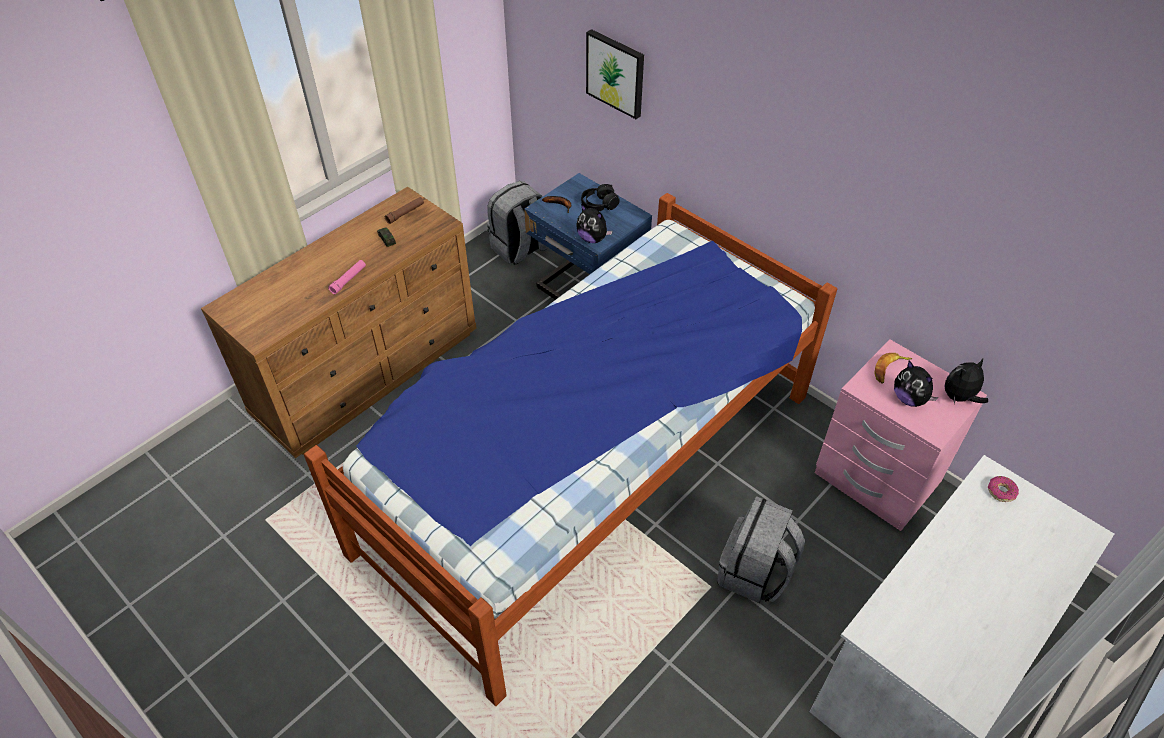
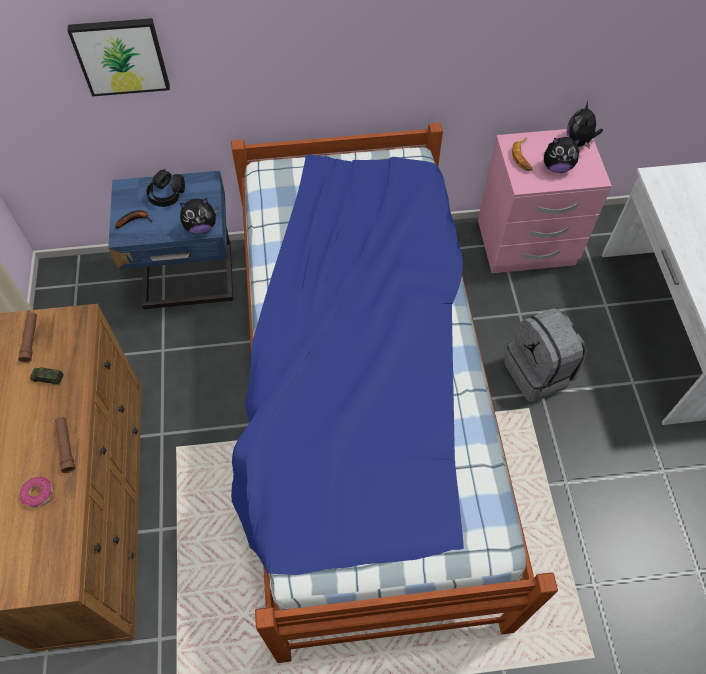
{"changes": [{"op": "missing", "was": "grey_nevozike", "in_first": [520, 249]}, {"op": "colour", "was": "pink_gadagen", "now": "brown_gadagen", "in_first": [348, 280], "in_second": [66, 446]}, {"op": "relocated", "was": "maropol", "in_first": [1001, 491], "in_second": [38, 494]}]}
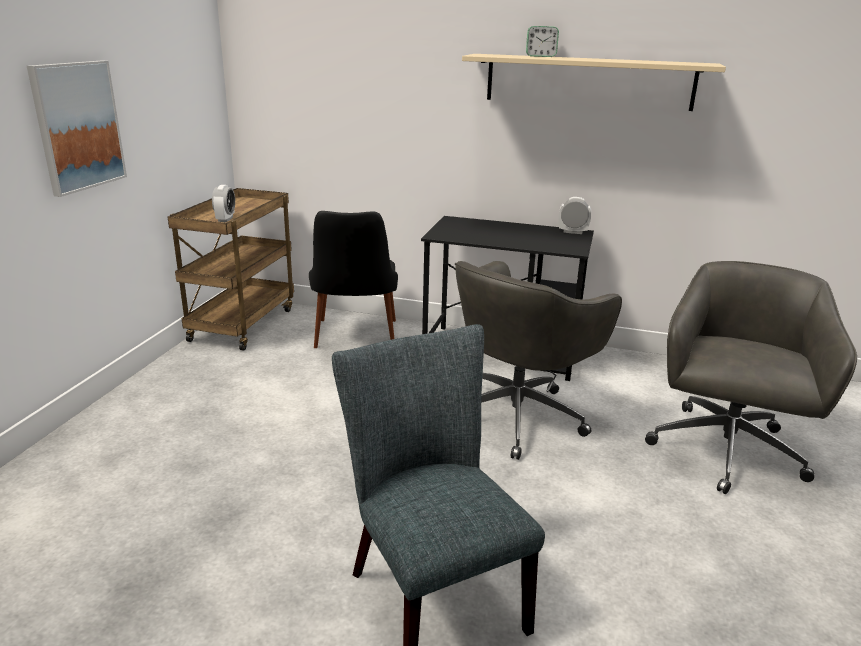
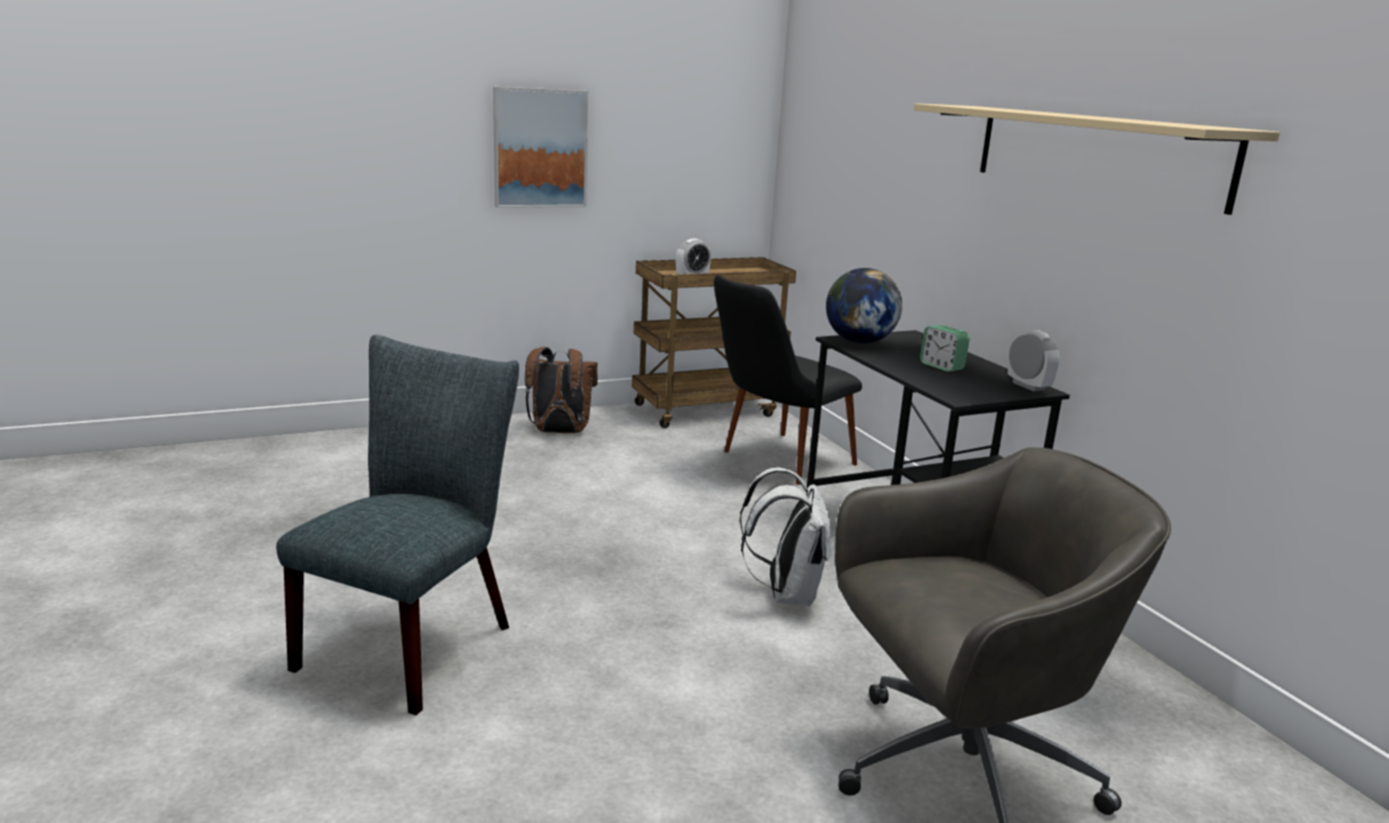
{"changes": [{"op": "relocated", "was": "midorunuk", "in_first": [540, 56], "in_second": [941, 367]}, {"op": "exchanged", "was": "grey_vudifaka", "now": "white_nevozike", "in_first": [518, 415], "in_second": [786, 594]}, {"op": "appeared", "now": "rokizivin", "in_second": [859, 342]}, {"op": "appeared", "now": "brown_nevozike", "in_second": [558, 432]}]}
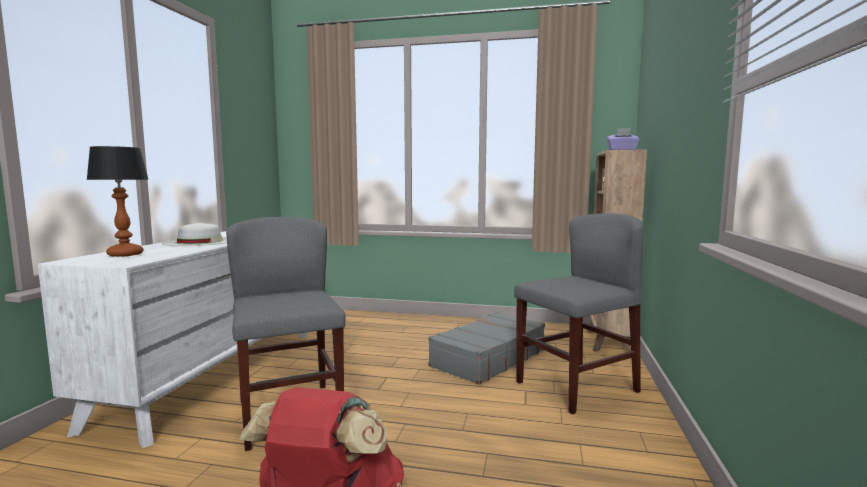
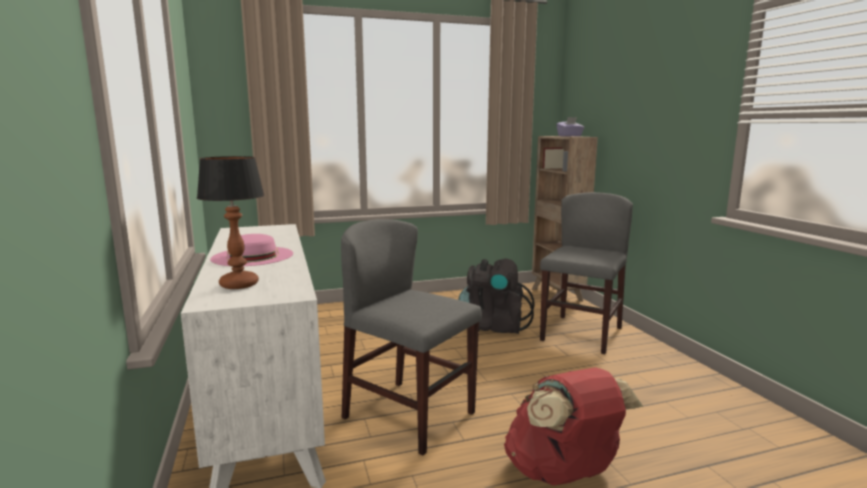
{"changes": [{"op": "colour", "was": "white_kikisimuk", "now": "pink_kikisimuk", "in_first": [200, 241], "in_second": [252, 256]}, {"op": "exchanged", "was": "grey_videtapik", "now": "black_nevozike", "in_first": [487, 358], "in_second": [493, 326]}]}
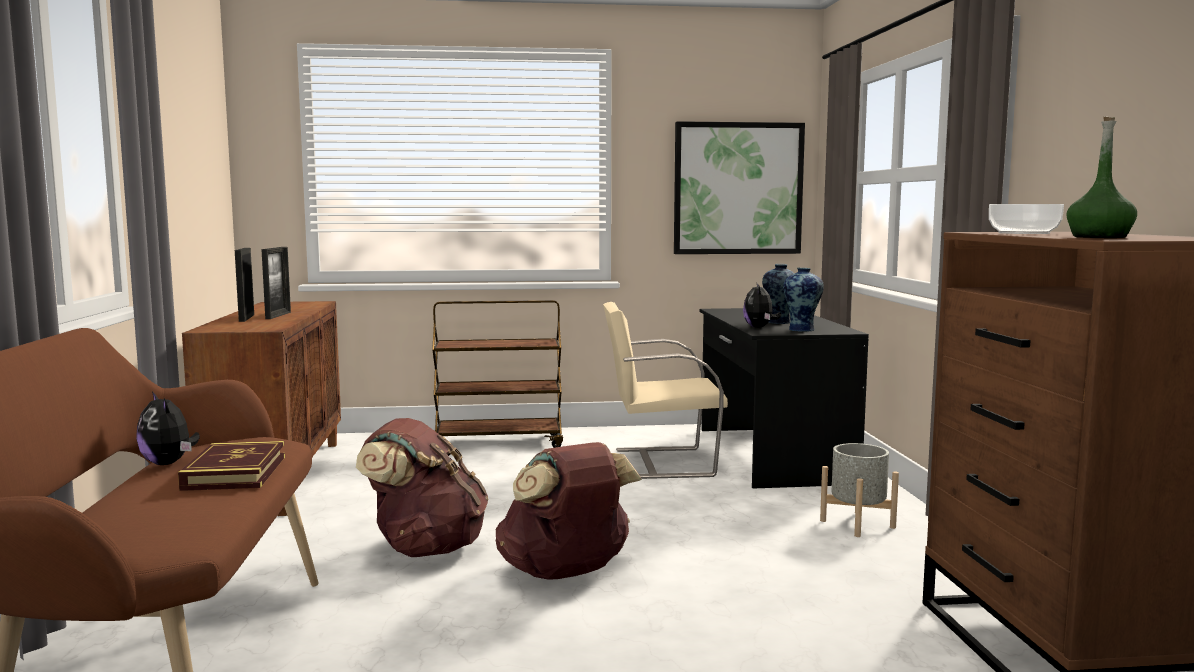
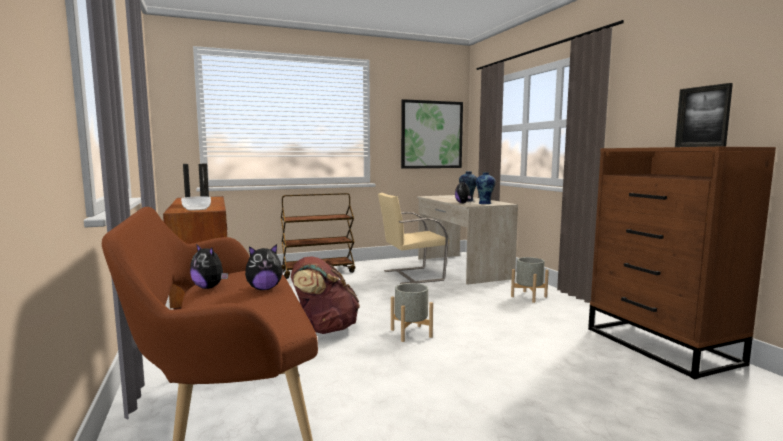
{"changes": [{"op": "exchanged", "was": "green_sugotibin", "now": "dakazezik", "in_first": [1099, 237], "in_second": [699, 146]}, {"op": "relocated", "was": "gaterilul", "in_first": [1024, 233], "in_second": [197, 209]}, {"op": "colour", "was": "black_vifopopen", "now": "beige_vifopopen", "in_first": [770, 454], "in_second": [461, 268]}, {"op": "exchanged", "was": "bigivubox", "now": "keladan", "in_first": [235, 473], "in_second": [264, 289]}, {"op": "exchanged", "was": "brown_nevozike", "now": "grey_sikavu", "in_first": [566, 573], "in_second": [411, 333]}]}
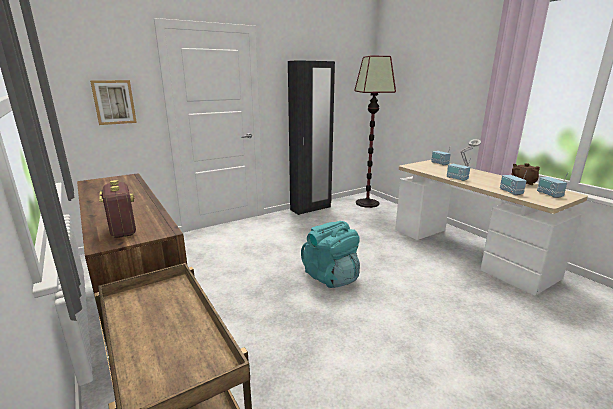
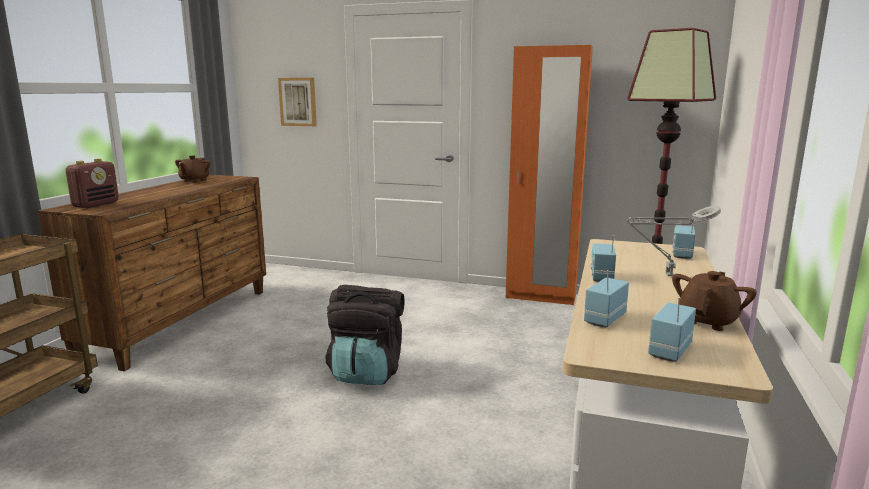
{"changes": [{"op": "colour", "was": "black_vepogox", "now": "orange_vepogox", "in_first": [311, 208], "in_second": [540, 297]}, {"op": "colour", "was": "turquoise_nevozike", "now": "black_nevozike", "in_first": [331, 277], "in_second": [367, 372]}, {"op": "appeared", "now": "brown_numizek", "in_second": [194, 181]}]}
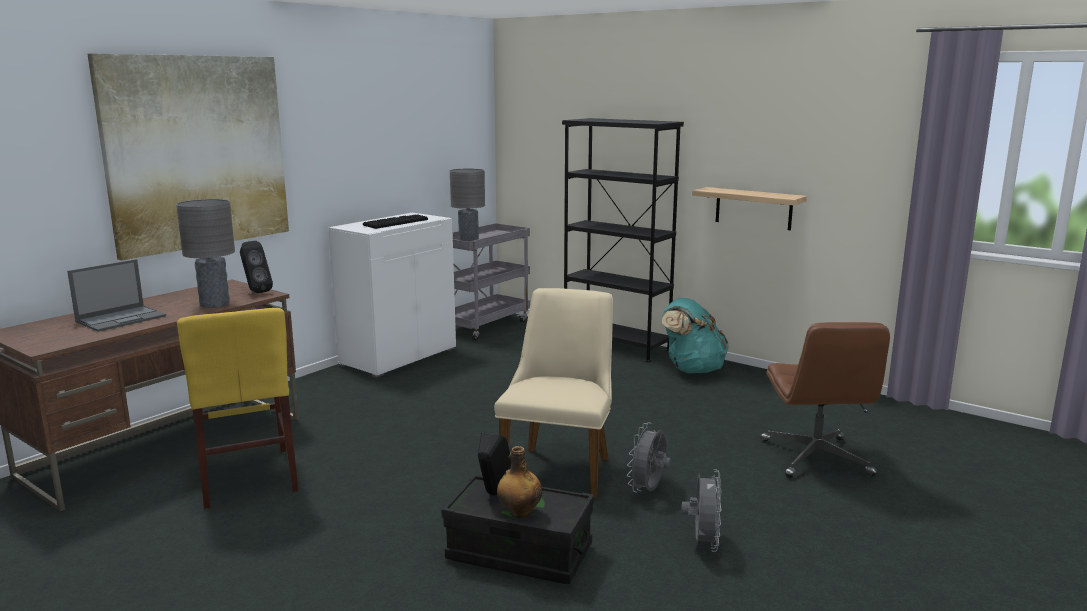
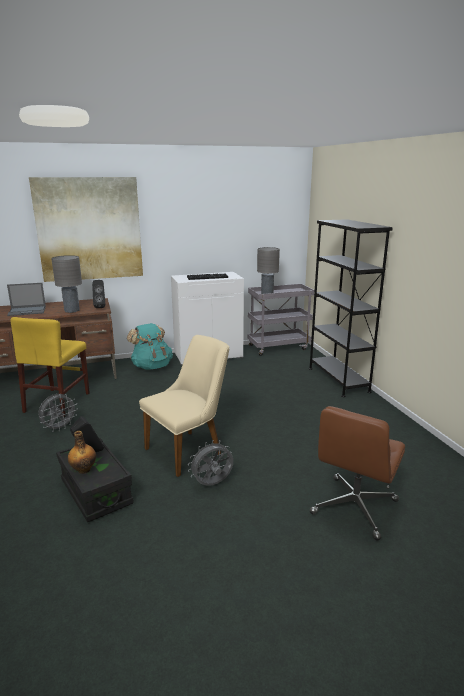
{"changes": [{"op": "missing", "was": "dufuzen", "in_first": [753, 208]}, {"op": "relocated", "was": "turquoise_nevozike", "in_first": [692, 369], "in_second": [152, 366]}, {"op": "relocated", "was": "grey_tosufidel", "in_first": [702, 544], "in_second": [59, 428]}]}
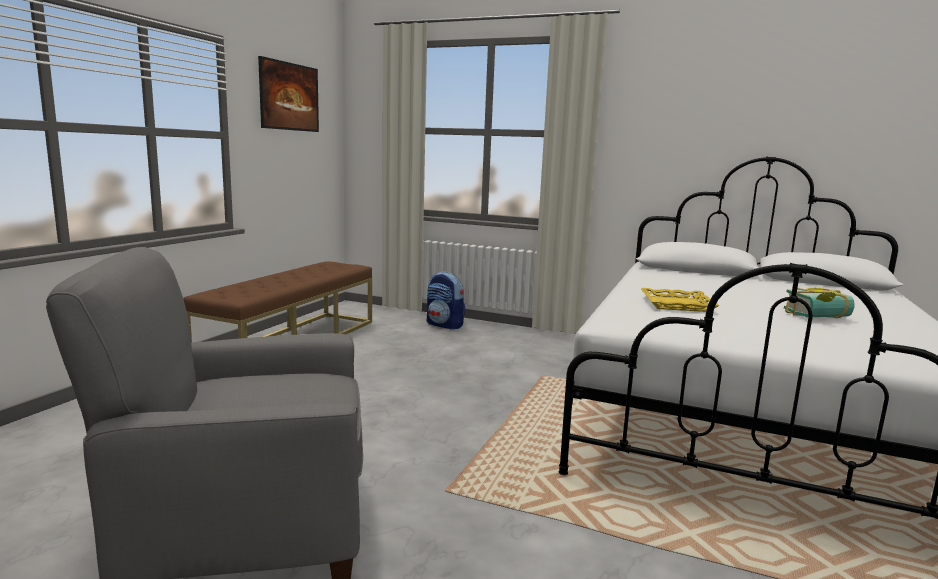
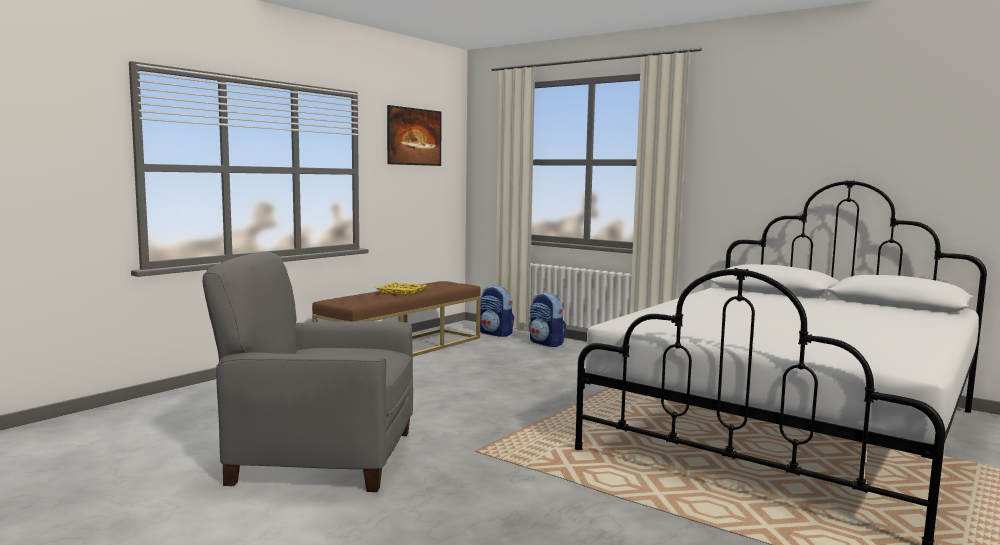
{"changes": [{"op": "relocated", "was": "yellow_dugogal", "in_first": [677, 305], "in_second": [401, 291]}, {"op": "missing", "was": "bigivubox", "in_first": [820, 317]}, {"op": "appeared", "now": "nevozike", "in_second": [496, 333]}]}
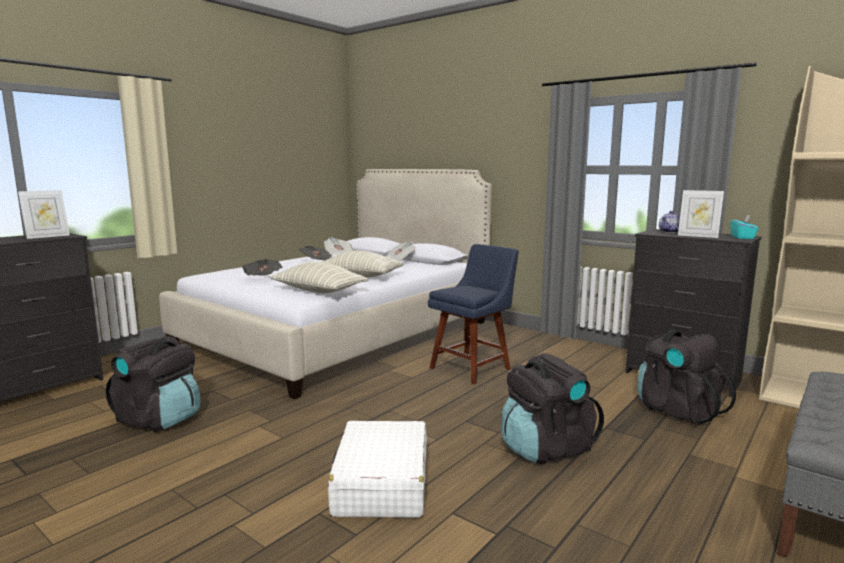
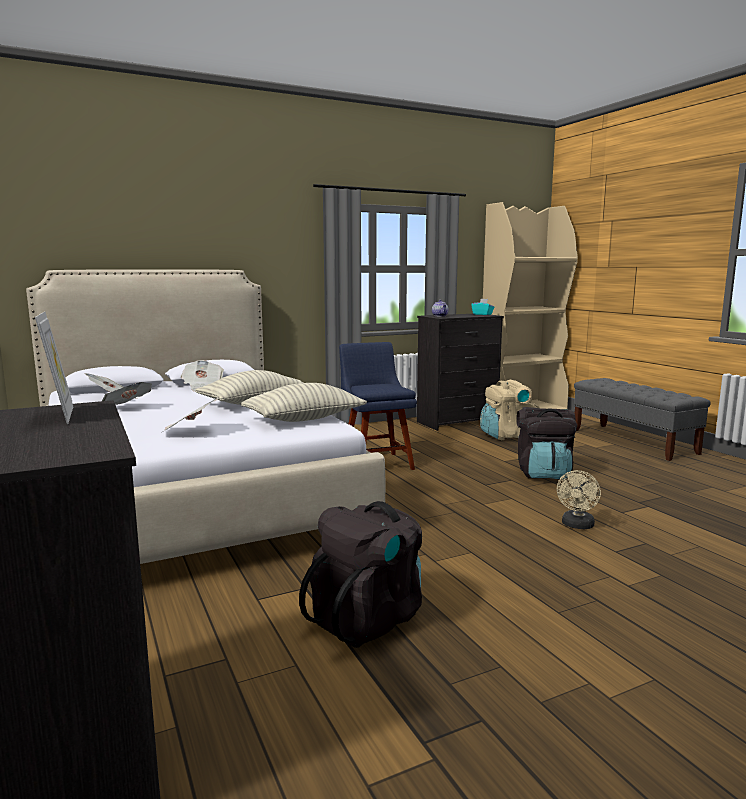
{"changes": [{"op": "missing", "was": "dakazezik", "in_first": [698, 236]}, {"op": "colour", "was": "black_nevozike", "now": "beige_nevozike", "in_first": [677, 410], "in_second": [508, 435]}, {"op": "exchanged", "was": "white_videtapik", "now": "beige_tosufidel", "in_first": [381, 484], "in_second": [577, 526]}]}
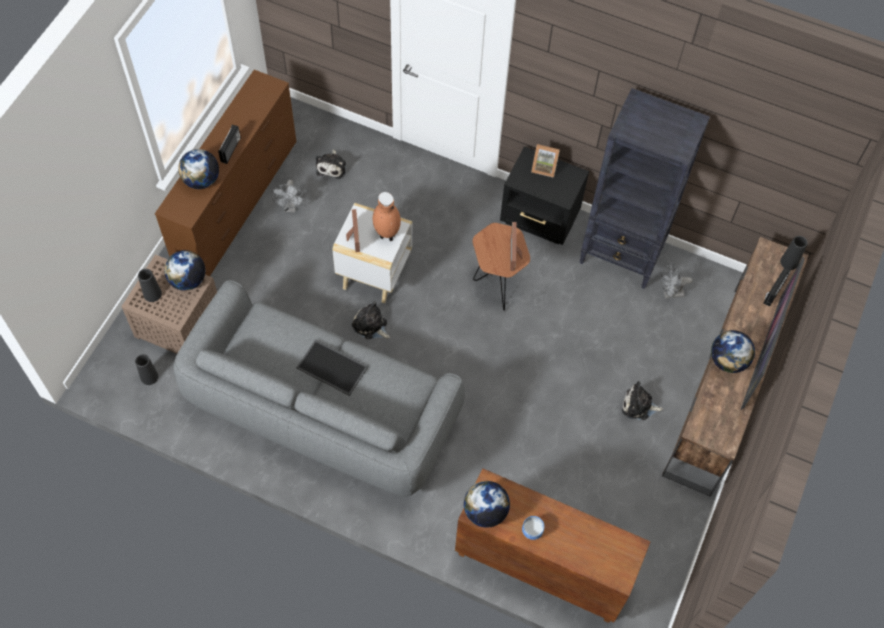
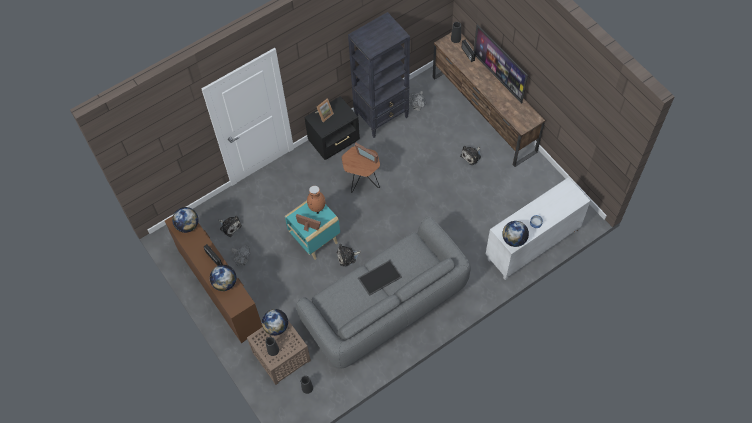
{"changes": [{"op": "colour", "was": "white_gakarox", "now": "turquoise_gakarox", "in_first": [374, 272], "in_second": [314, 238]}, {"op": "relocated", "was": "rokizivin", "in_first": [728, 361], "in_second": [188, 225]}, {"op": "colour", "was": "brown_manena", "now": "white_manena", "in_first": [540, 567], "in_second": [532, 246]}]}
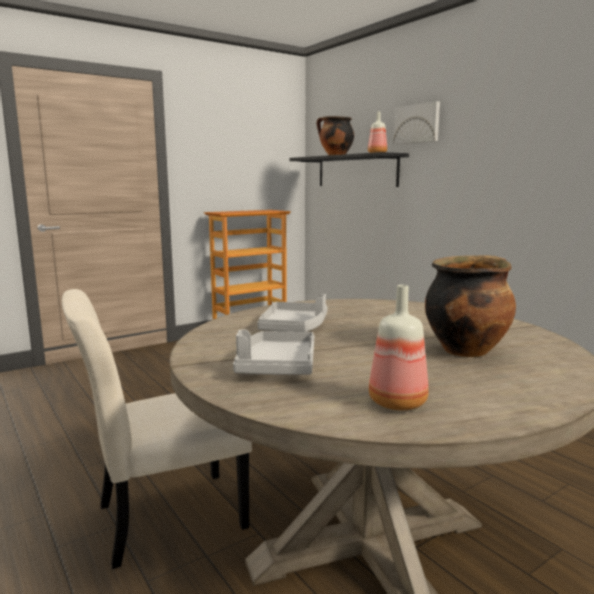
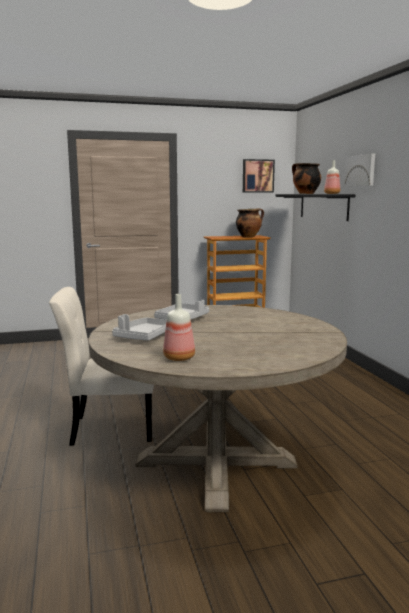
{"changes": [{"op": "relocated", "was": "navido", "in_first": [466, 349], "in_second": [249, 236]}, {"op": "appeared", "now": "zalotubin", "in_second": [257, 176]}]}
